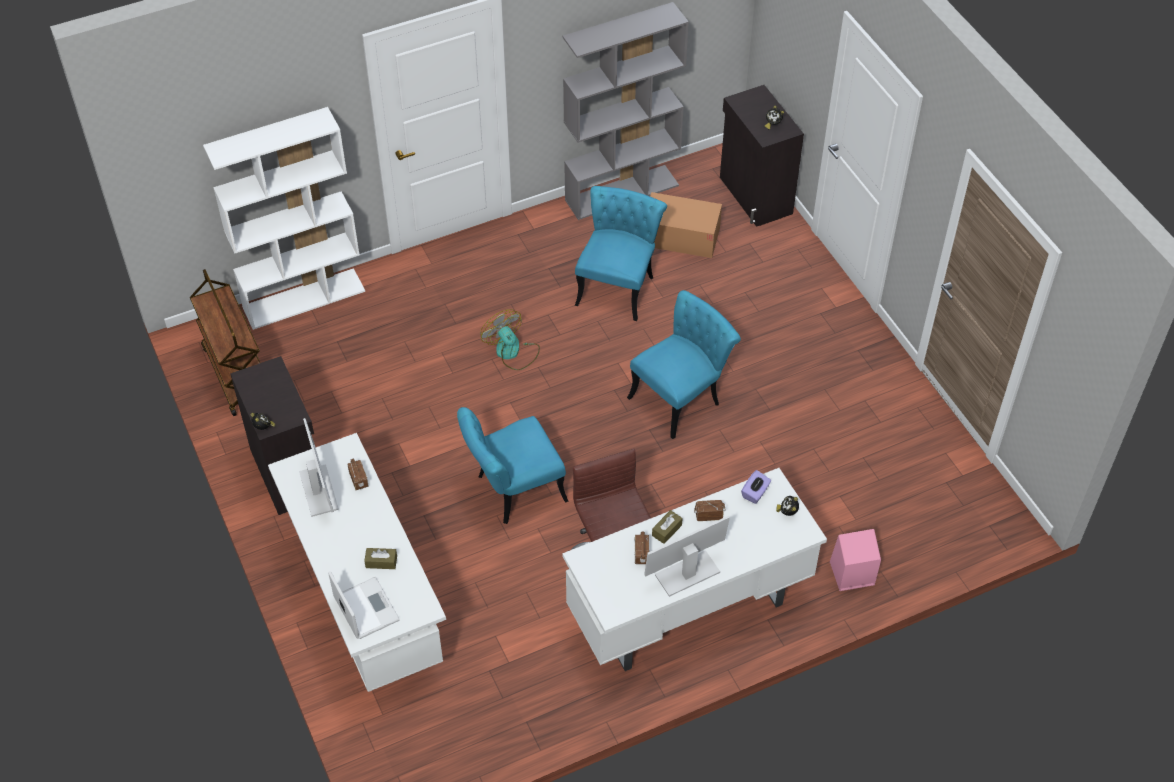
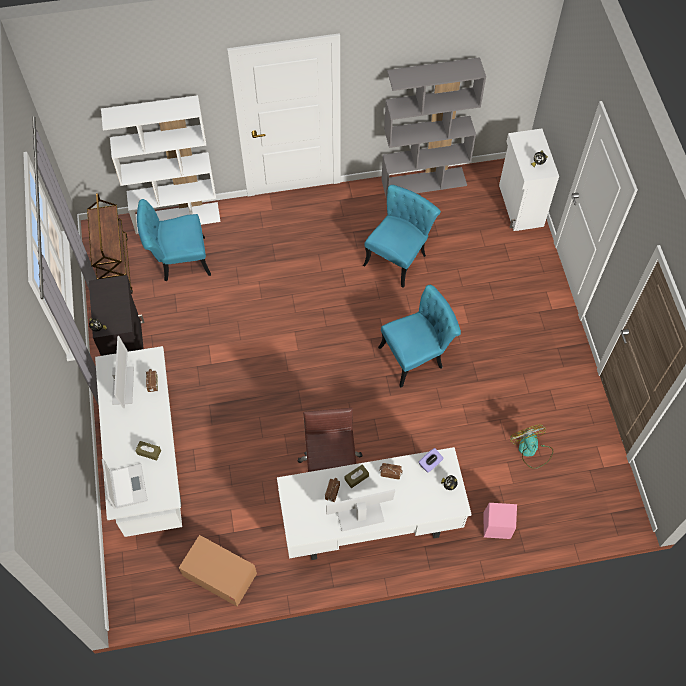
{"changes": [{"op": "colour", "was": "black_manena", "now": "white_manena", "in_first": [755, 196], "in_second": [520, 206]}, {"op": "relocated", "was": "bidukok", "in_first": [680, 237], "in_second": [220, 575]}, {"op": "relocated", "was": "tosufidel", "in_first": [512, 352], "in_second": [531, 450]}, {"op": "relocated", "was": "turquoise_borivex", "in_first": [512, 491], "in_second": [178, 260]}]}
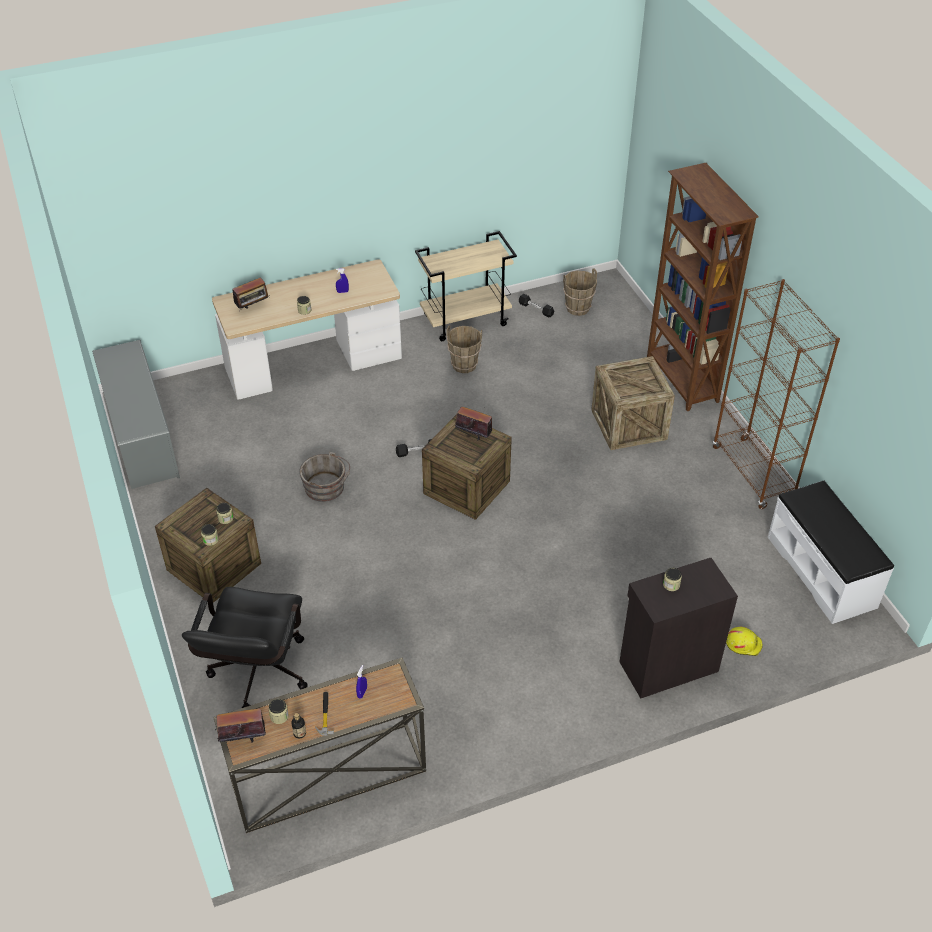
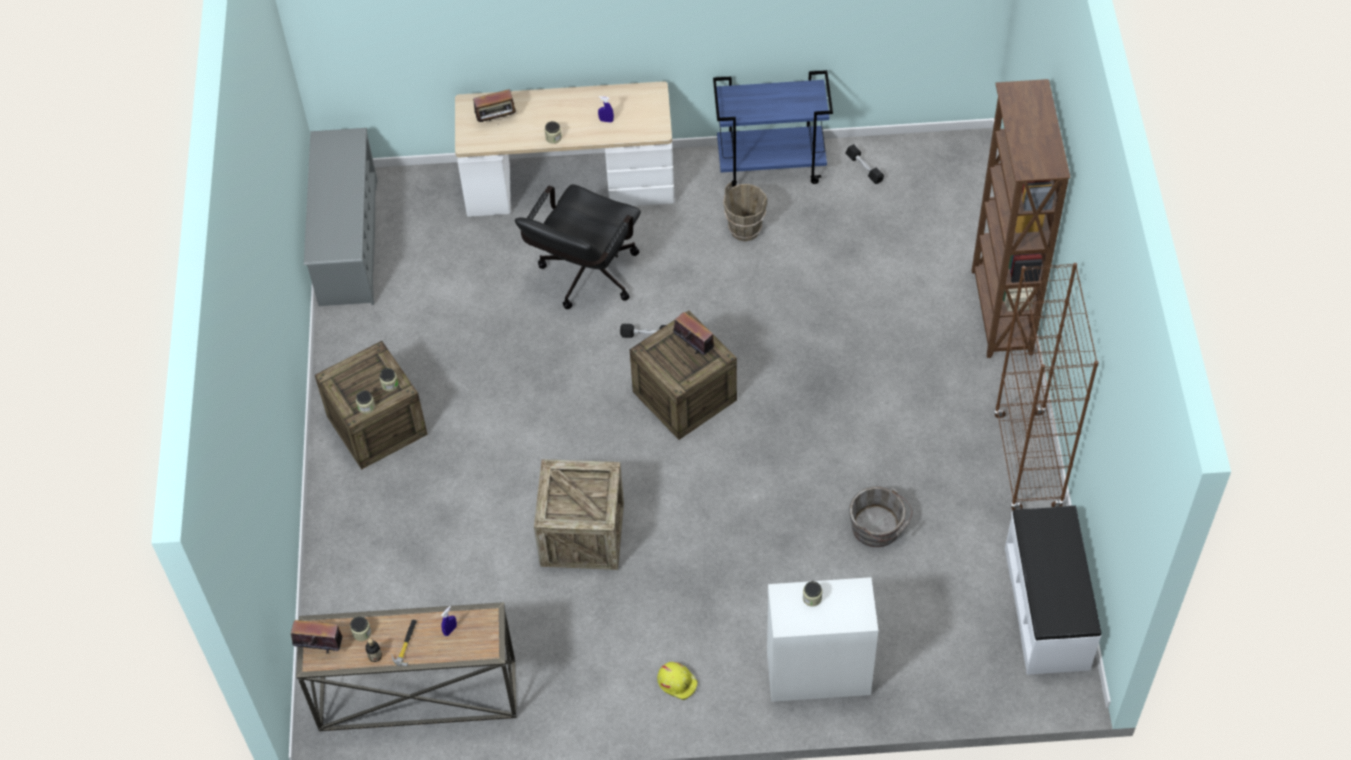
{"changes": [{"op": "colour", "was": "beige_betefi", "now": "blue_betefi", "in_first": [466, 320], "in_second": [772, 165]}, {"op": "missing", "was": "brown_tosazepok", "in_first": [578, 308]}, {"op": "relocated", "was": "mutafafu", "in_first": [628, 424], "in_second": [582, 534]}, {"op": "relocated", "was": "grey_tosazepok", "in_first": [327, 488], "in_second": [878, 528]}, {"op": "colour", "was": "black_manena", "now": "white_manena", "in_first": [667, 665], "in_second": [817, 672]}, {"op": "relocated", "was": "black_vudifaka", "in_first": [257, 677], "in_second": [585, 279]}, {"op": "relocated", "was": "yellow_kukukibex", "in_first": [743, 643], "in_second": [677, 682]}]}
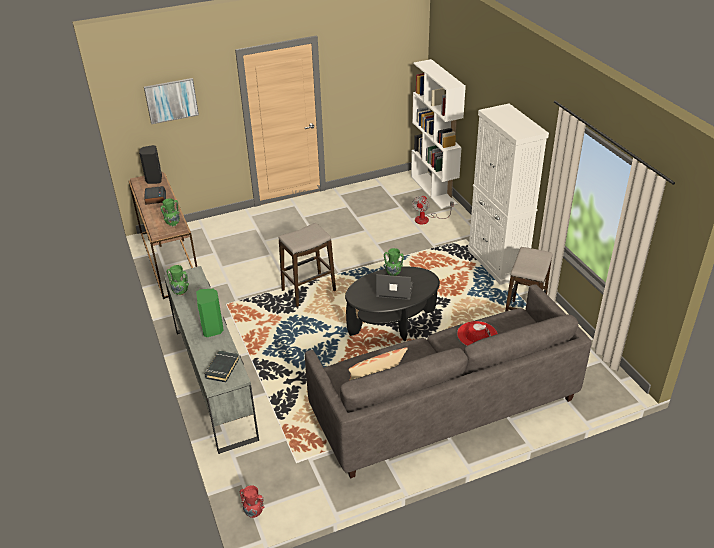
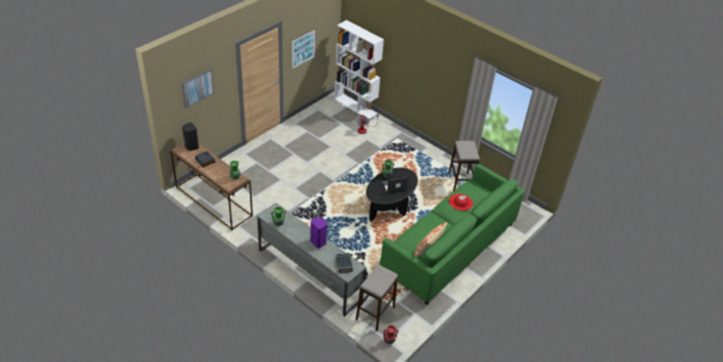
{"changes": [{"op": "missing", "was": "white_manena", "in_first": [497, 263]}, {"op": "relocated", "was": "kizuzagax", "in_first": [308, 290], "in_second": [375, 313]}, {"op": "colour", "was": "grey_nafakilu", "now": "green_nafakilu", "in_first": [444, 405], "in_second": [449, 248]}, {"op": "colour", "was": "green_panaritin", "now": "purple_panaritin", "in_first": [213, 329], "in_second": [319, 242]}, {"op": "appeared", "now": "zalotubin", "in_second": [303, 49]}]}
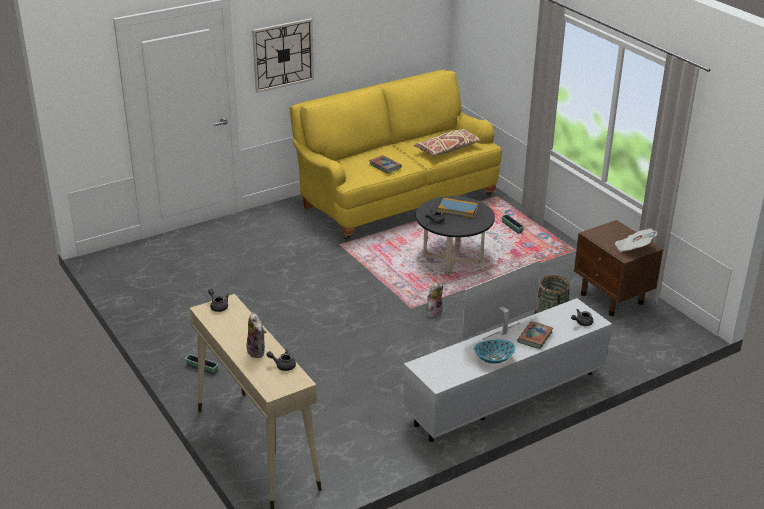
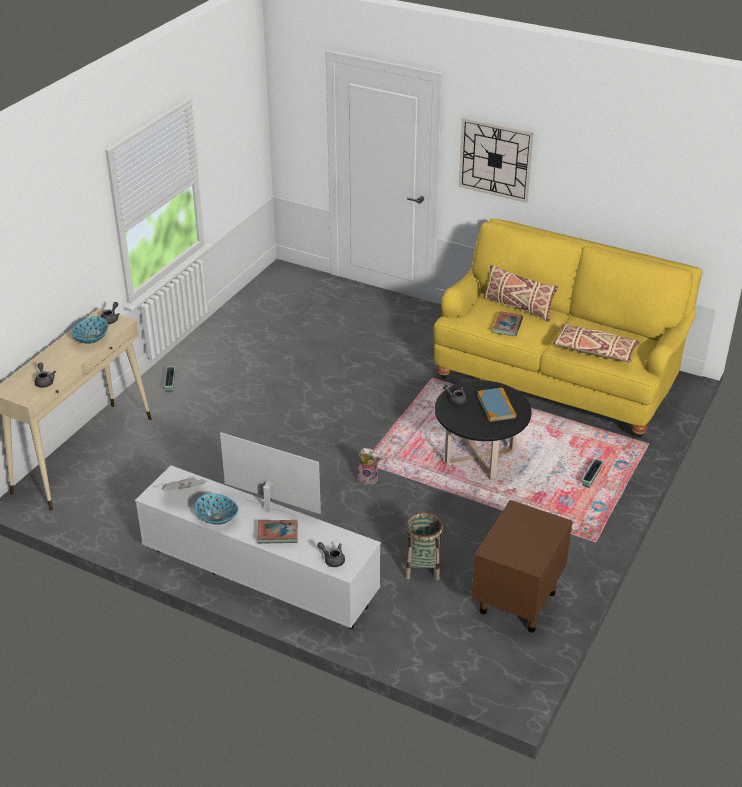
{"changes": [{"op": "relocated", "was": "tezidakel", "in_first": [633, 249], "in_second": [185, 493]}, {"op": "missing", "was": "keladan", "in_first": [258, 352]}, {"op": "appeared", "now": "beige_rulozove", "in_second": [518, 307]}, {"op": "appeared", "now": "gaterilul", "in_second": [91, 339]}]}
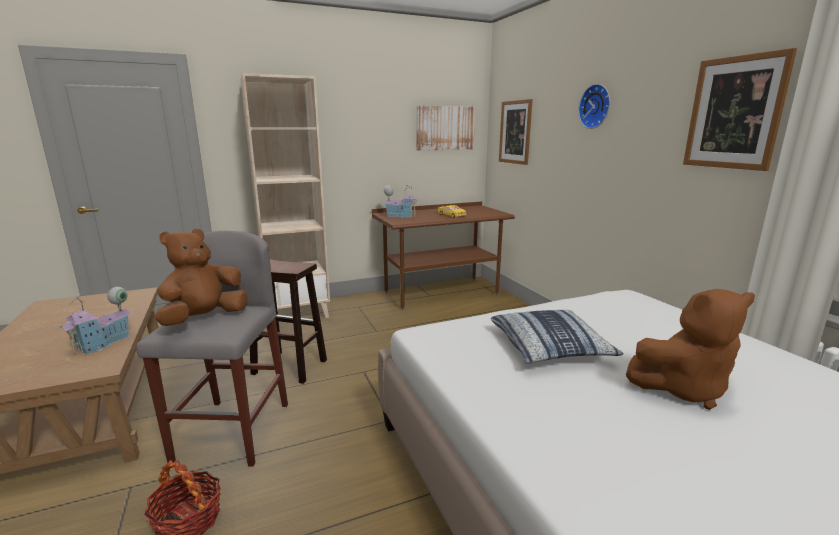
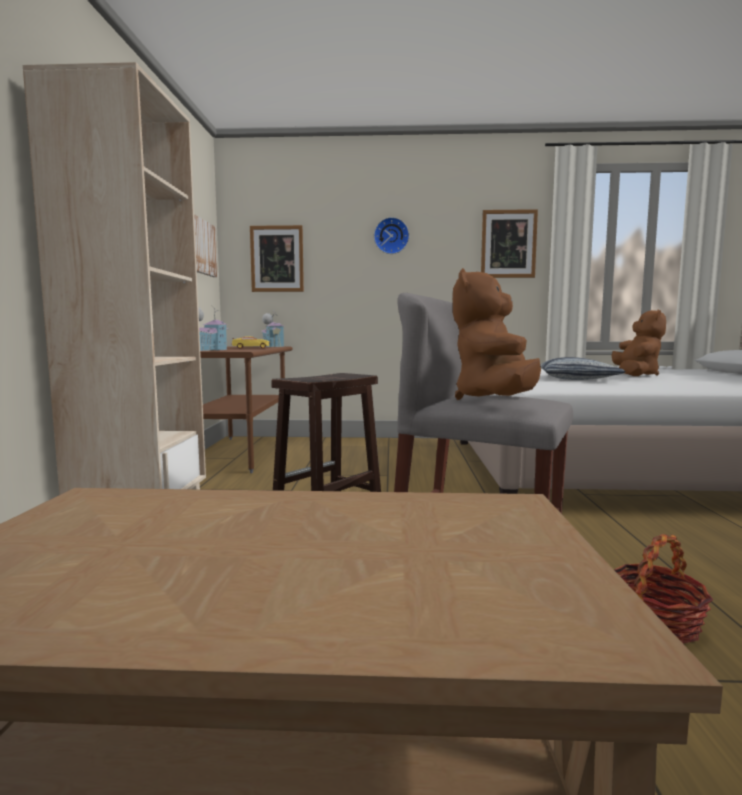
{"changes": [{"op": "spun", "was": "brown_keladan", "in_first": [204, 318], "in_second": [496, 401], "clockwise": 45}, {"op": "relocated", "was": "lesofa", "in_first": [104, 343], "in_second": [272, 346]}]}
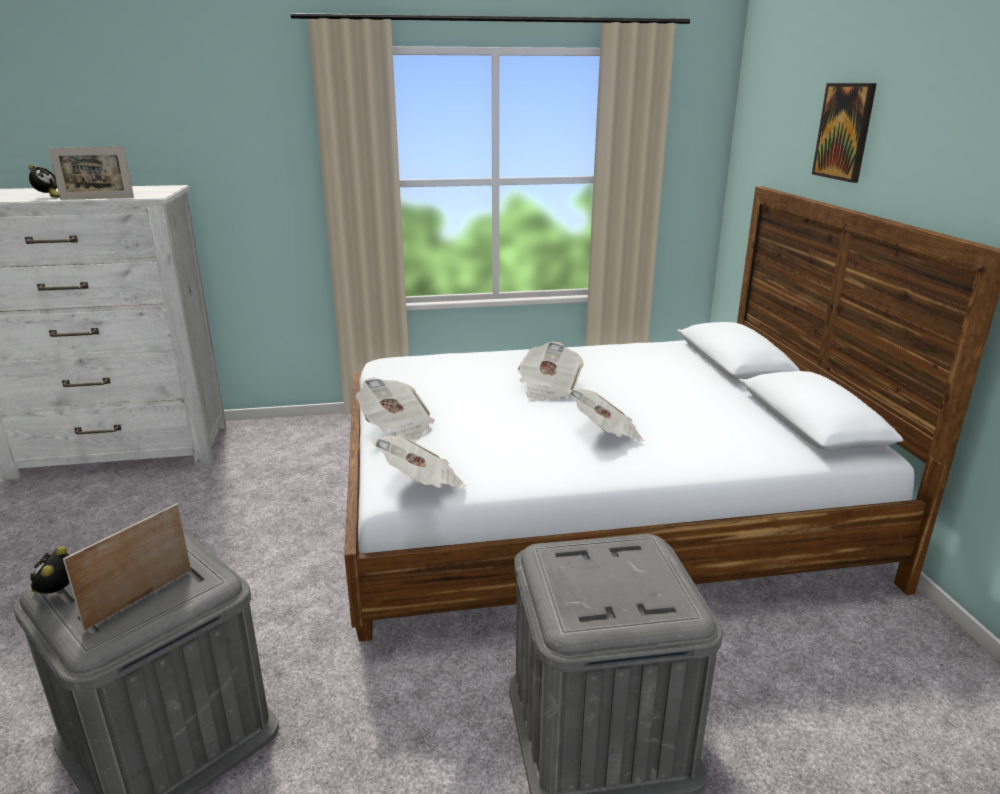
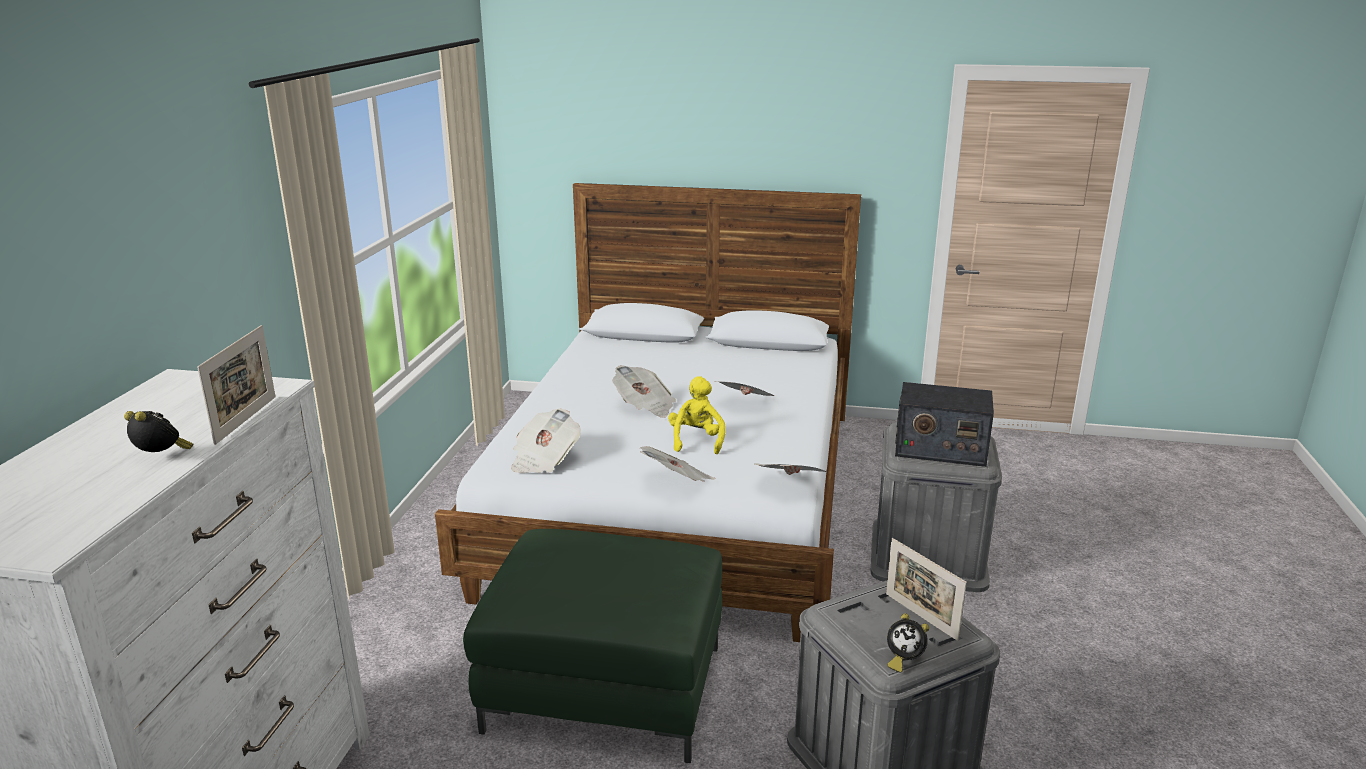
{"changes": [{"op": "missing", "was": "zalotubin", "in_first": [844, 131]}, {"op": "appeared", "now": "yellow_keladan", "in_second": [696, 440]}, {"op": "appeared", "now": "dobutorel", "in_second": [939, 448]}, {"op": "appeared", "now": "tezidakel", "in_second": [544, 460]}, {"op": "appeared", "now": "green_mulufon", "in_second": [605, 688]}]}
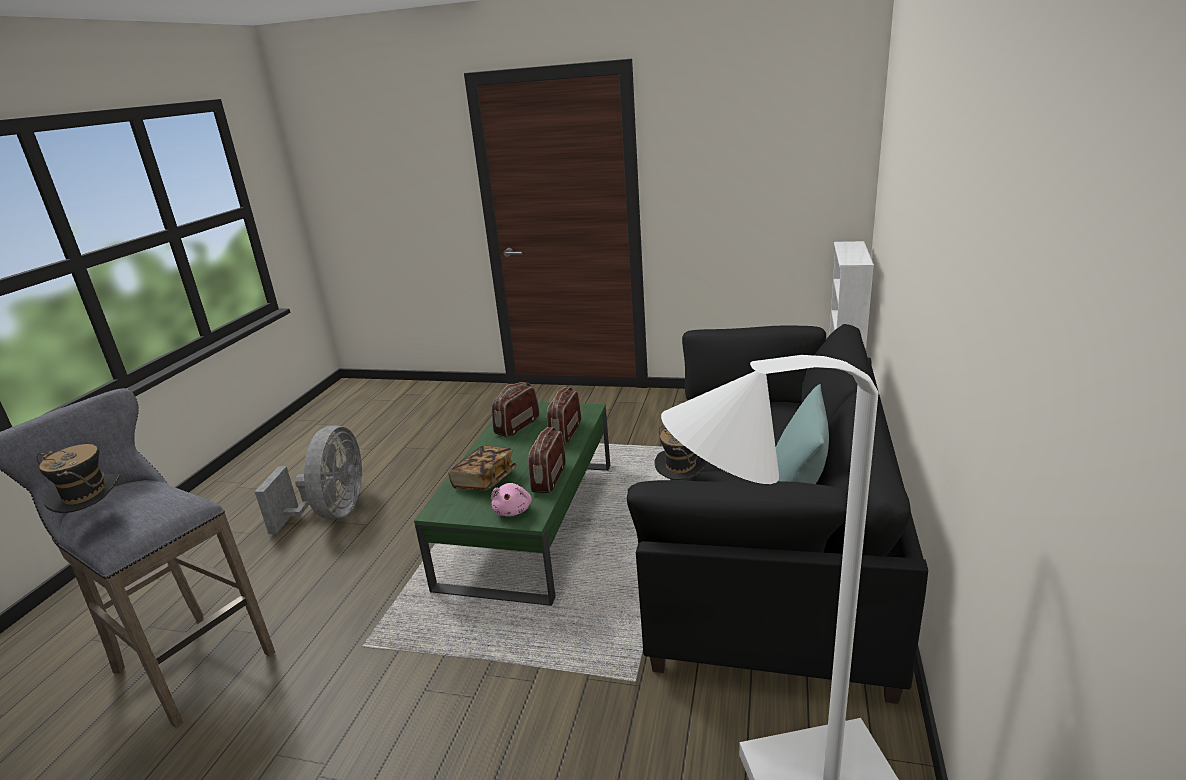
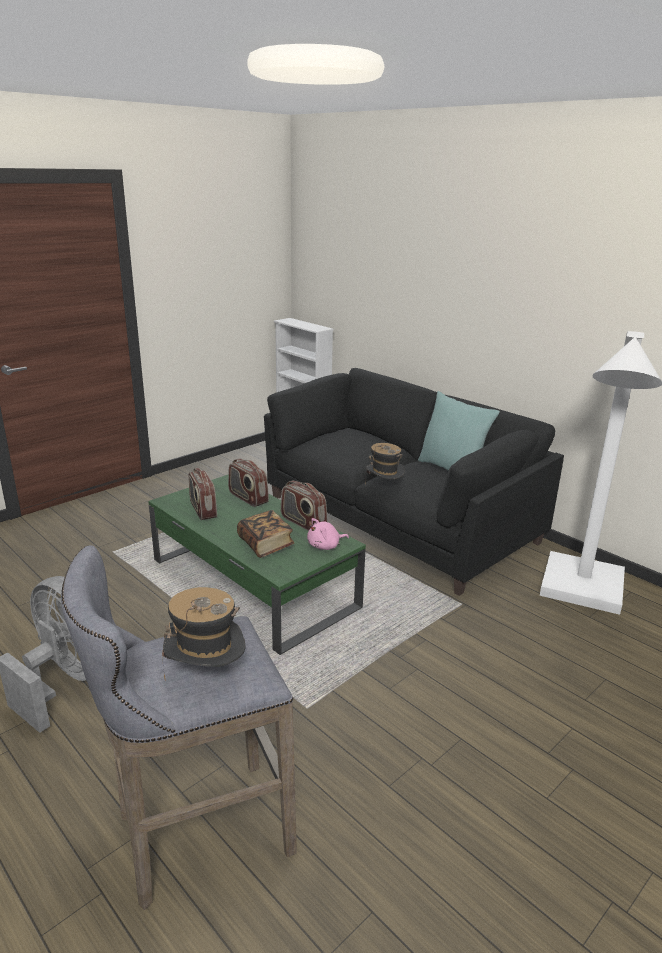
{"changes": [{"op": "spun", "was": "pink_keladan", "in_first": [513, 510], "in_second": [325, 546], "clockwise": 120}]}
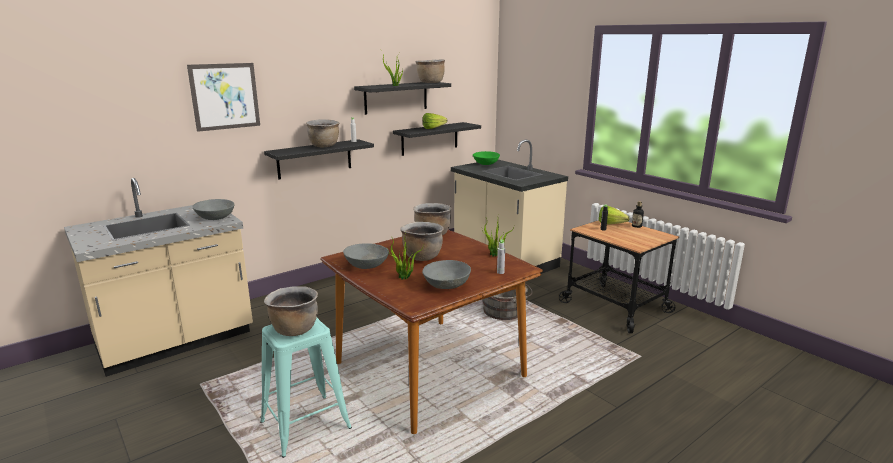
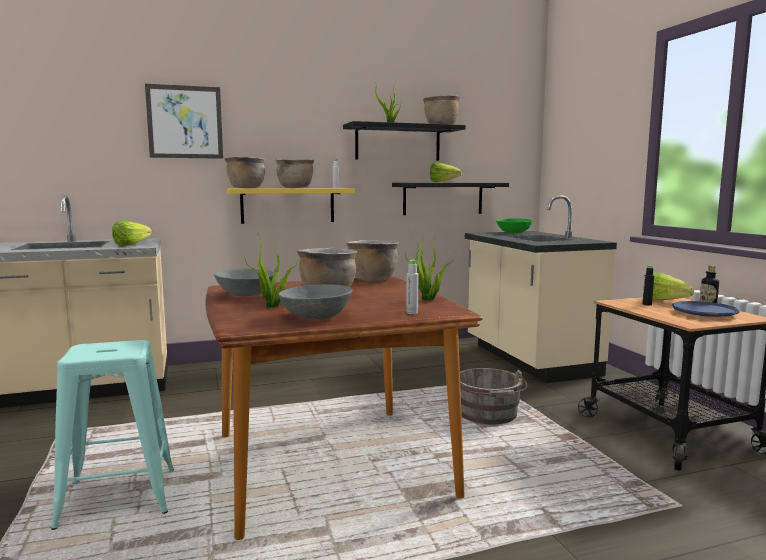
{"changes": [{"op": "colour", "was": "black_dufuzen", "now": "yellow_dufuzen", "in_first": [314, 159], "in_second": [288, 205]}, {"op": "exchanged", "was": "grey_gaterilul", "now": "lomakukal", "in_first": [215, 218], "in_second": [135, 244]}, {"op": "relocated", "was": "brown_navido", "in_first": [294, 329], "in_second": [246, 188]}, {"op": "appeared", "now": "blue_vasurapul", "in_second": [704, 313]}]}
